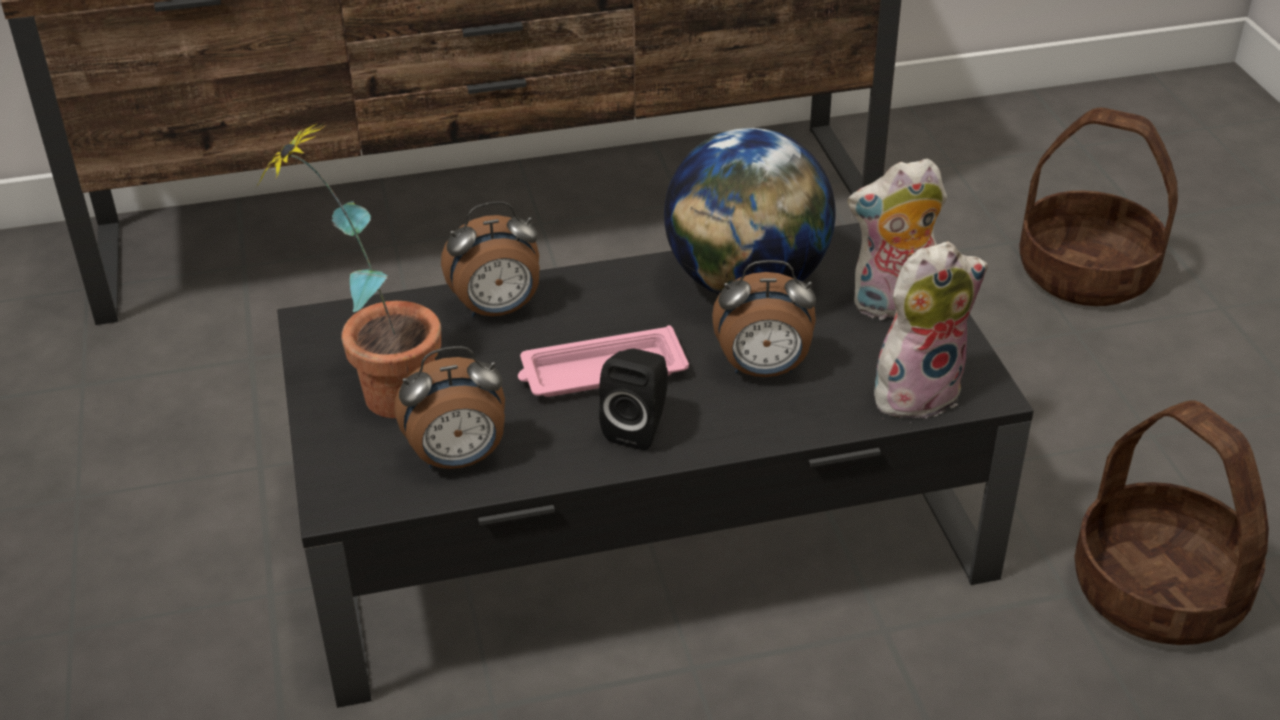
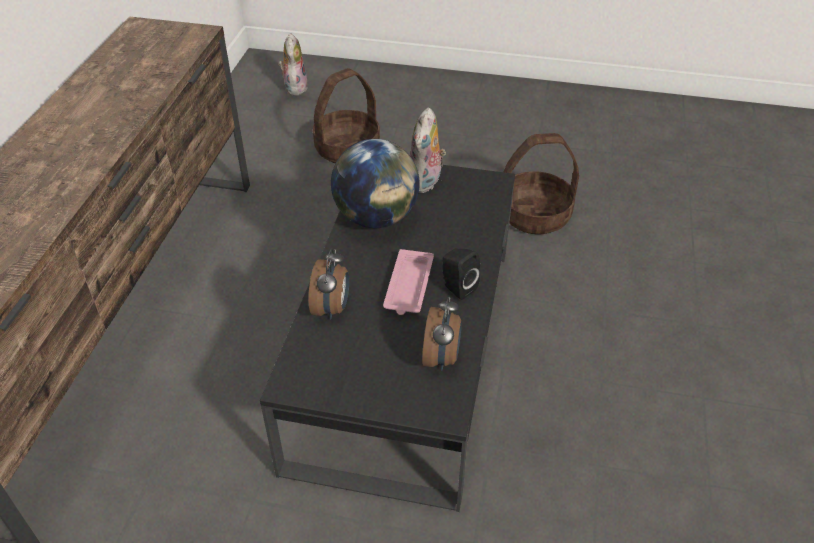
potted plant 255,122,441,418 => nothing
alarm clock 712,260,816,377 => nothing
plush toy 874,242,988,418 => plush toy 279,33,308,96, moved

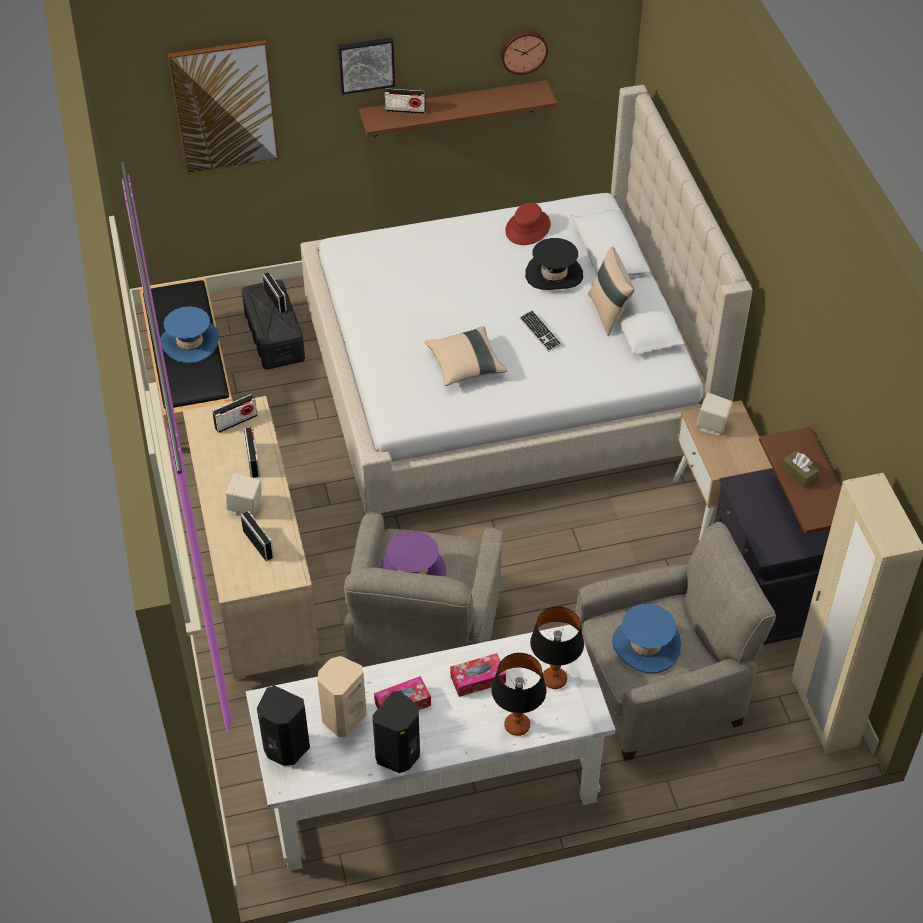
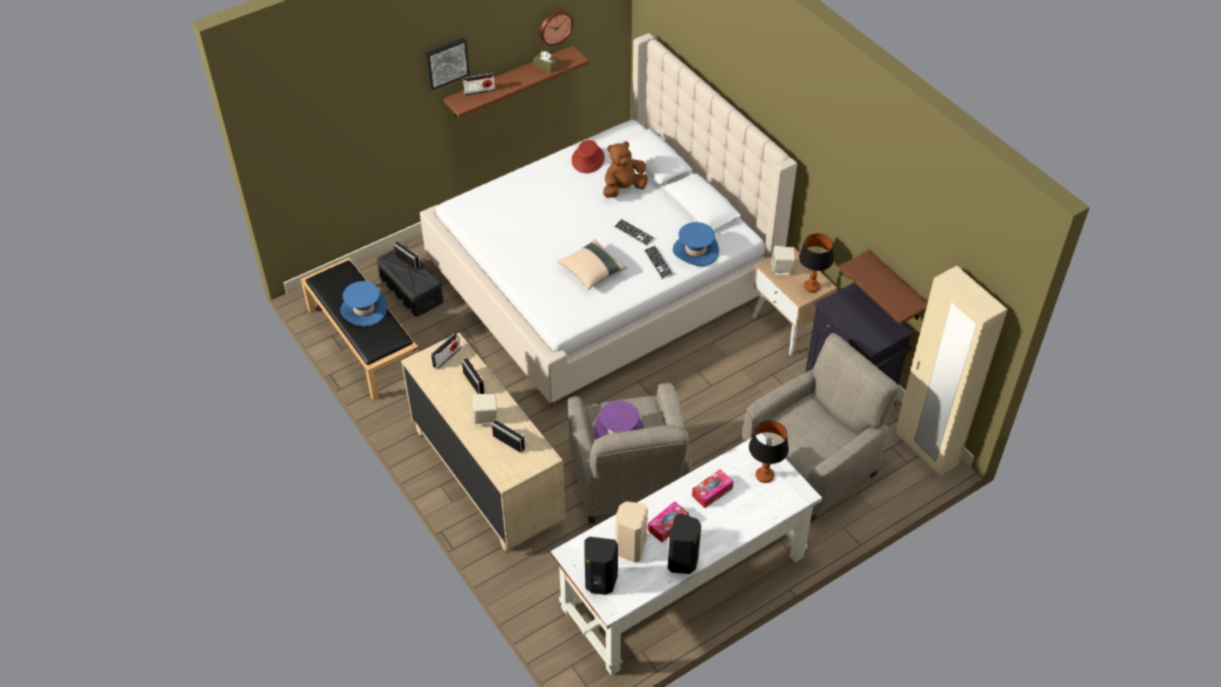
picture 168,40,279,174 => nothing
table lamp 491,653,546,736 => table lamp 799,234,834,293, moved
hat (black) 525,238,583,290 => plush toy (brown) 603,141,648,198
pillow (beige) 588,247,635,336 => nothing
hat (blue) 612,604,681,674 => hat (blue) 673,222,719,266, moved
tissue box (brown) 781,451,819,488 => tissue box (brown) 534,51,558,73, moved
nothing => keyboard 644,245,673,279

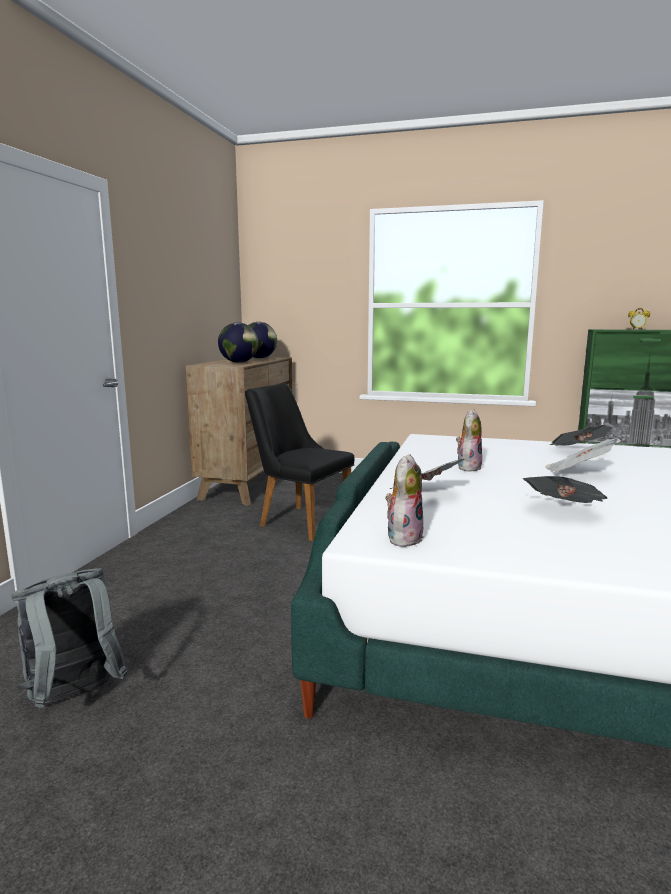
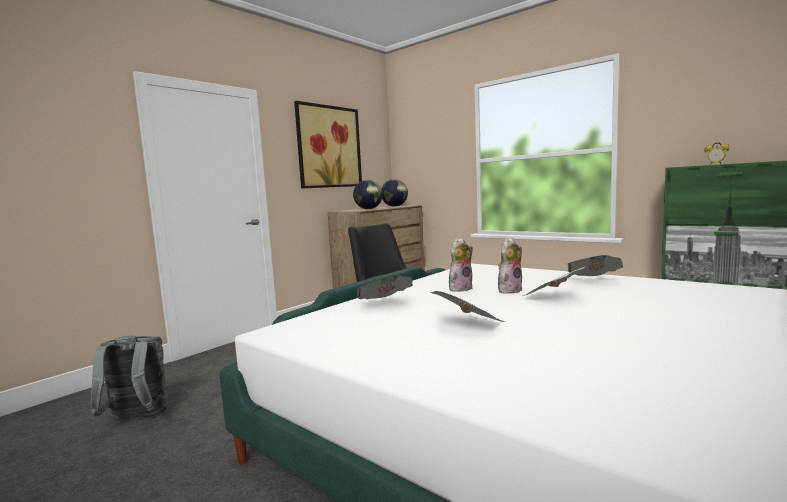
plush toy 385,454,424,547 => plush toy 498,238,522,294, moved
nothing => picture 294,101,362,188

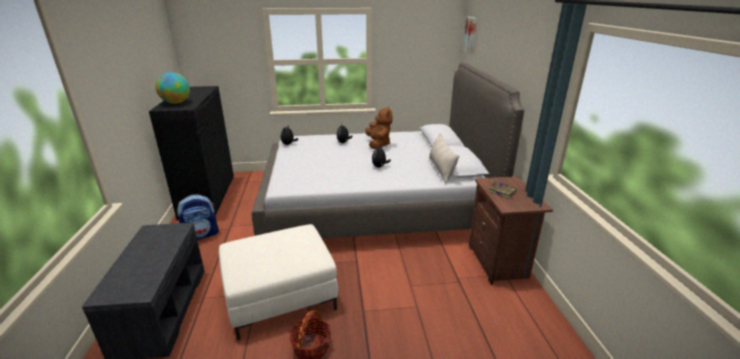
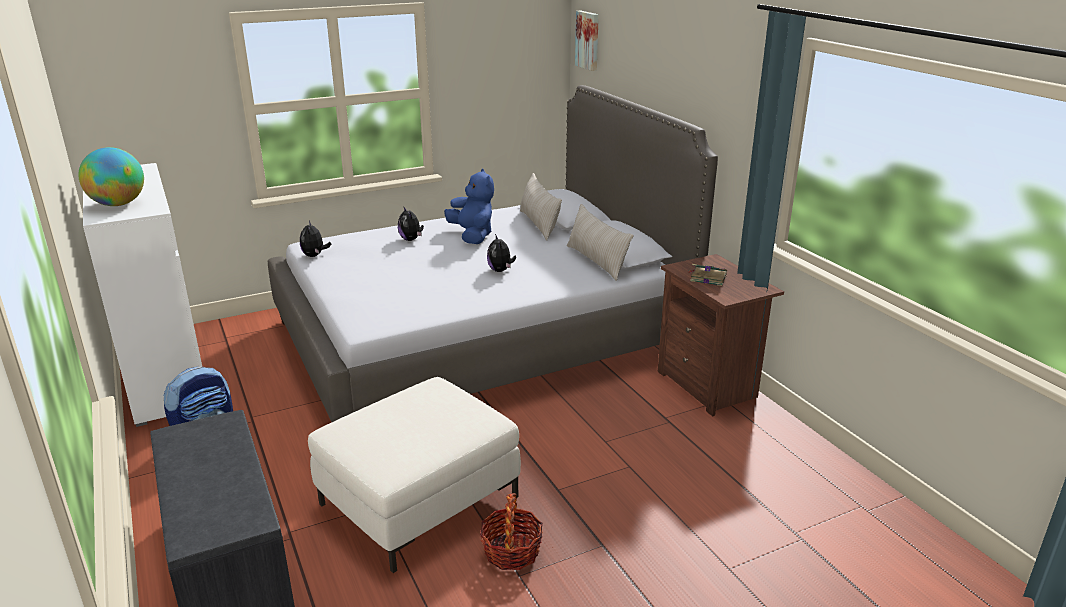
dresser (black) 149,86,234,220 => dresser (white) 83,163,202,427
plush toy (brown) 365,106,392,149 => plush toy (blue) 444,169,494,244
nothing => pillow (beige) 520,173,562,240

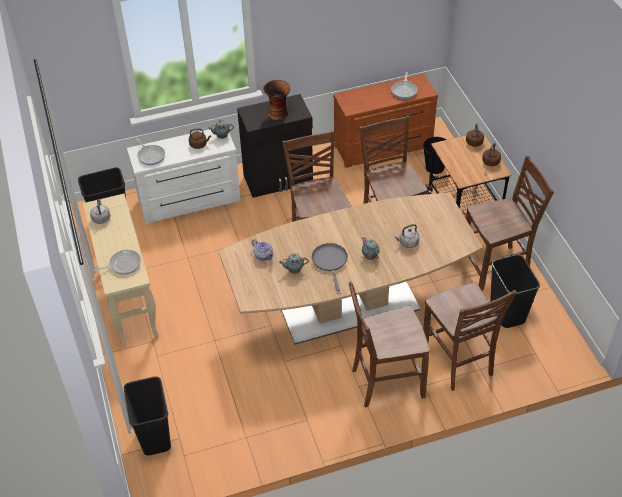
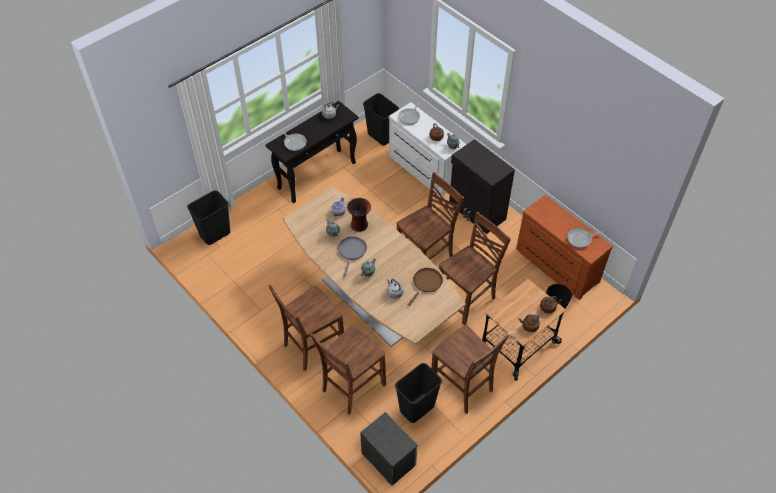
console table (beige) 83,194,159,347 => console table (black) 266,101,359,203
vase 263,80,291,120 => vase 347,198,371,232, moved
frying pan (grey) 312,243,348,291 => frying pan (grey) 338,236,367,277, 45 degrees counterclockwise
chair (brown) 349,282,430,408 => chair (brown) 268,285,344,371, 90 degrees counterclockwise
nothing => nightstand 360,412,418,486
nothing => frying pan (brown) 408,268,443,306

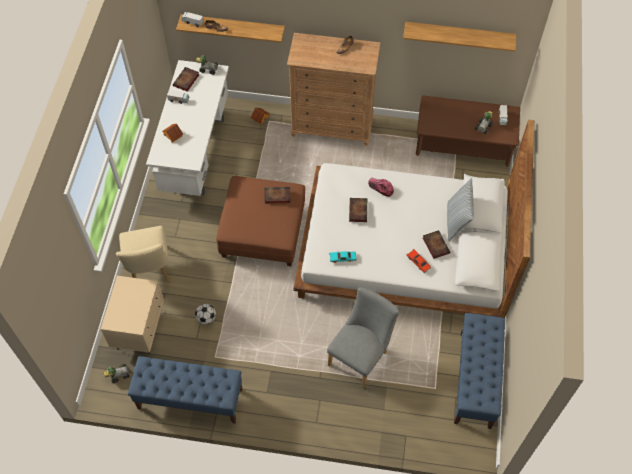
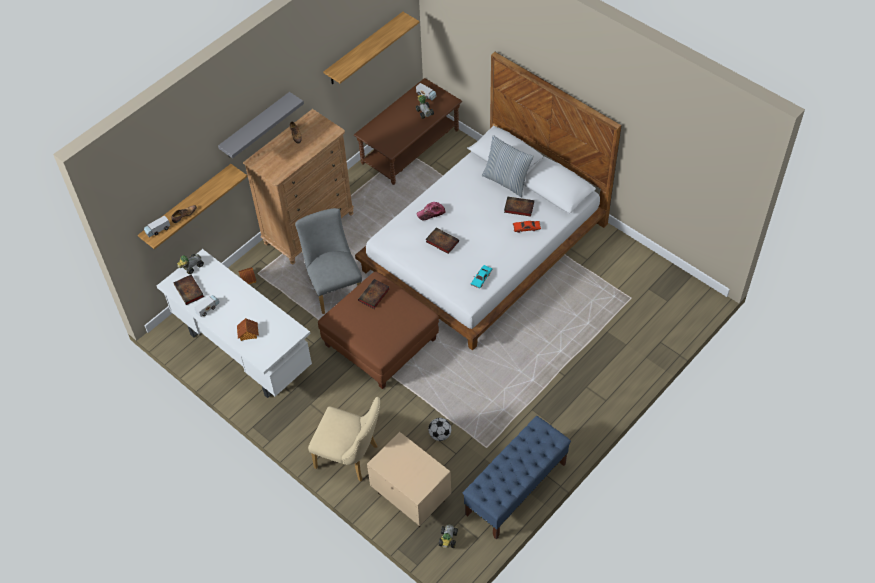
chair (grey) 327,288,399,388 => chair (grey) 295,208,362,314, moved
bench (blue) 454,313,505,429 => nothing
nothing => shelf (grey) 218,92,304,158

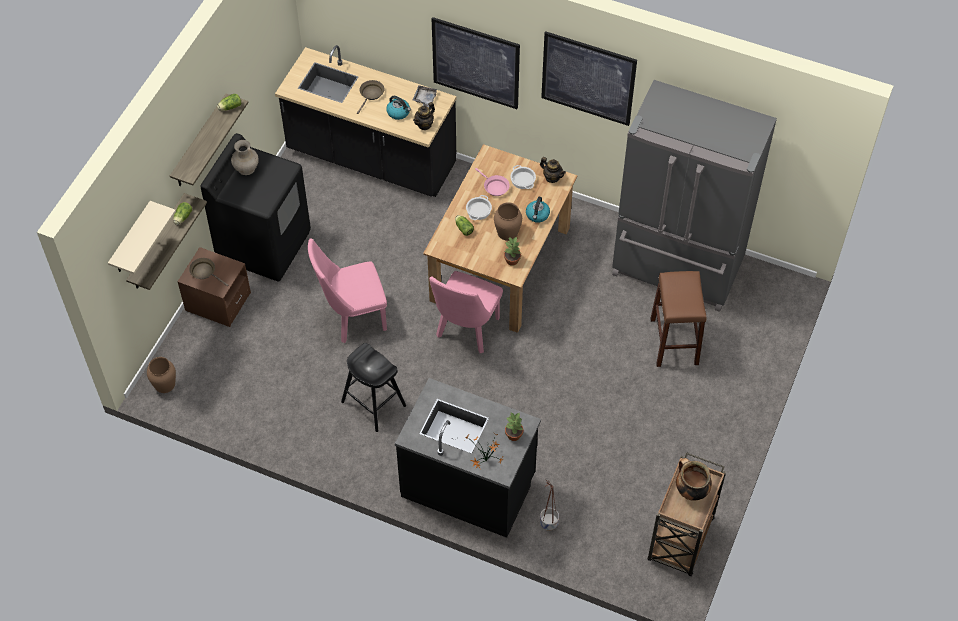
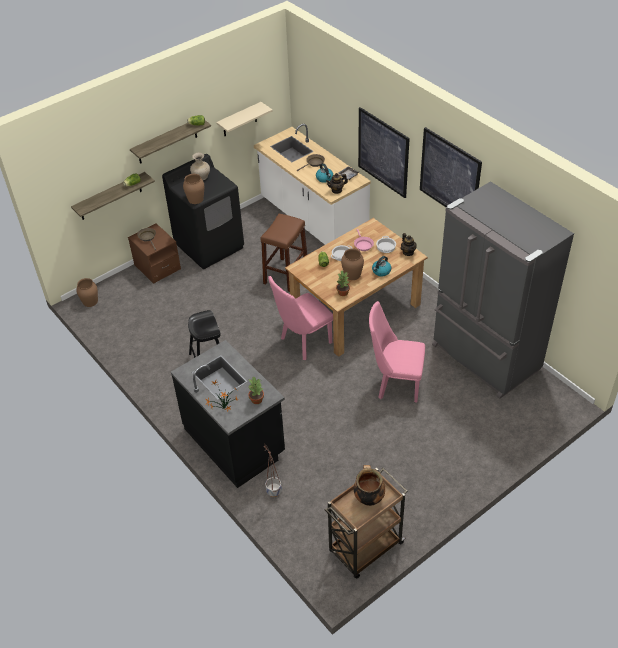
shelf (beige) 108,201,176,274 => shelf (beige) 216,102,273,136, moved
counter (black) 275,45,456,197 => counter (white) 254,124,371,245
chair (pink) 308,238,387,343 => chair (pink) 369,301,425,402, moved
stool (brown) 650,271,707,367 => stool (brown) 261,214,307,292, moved
nothing => vase (brown) 183,174,204,204

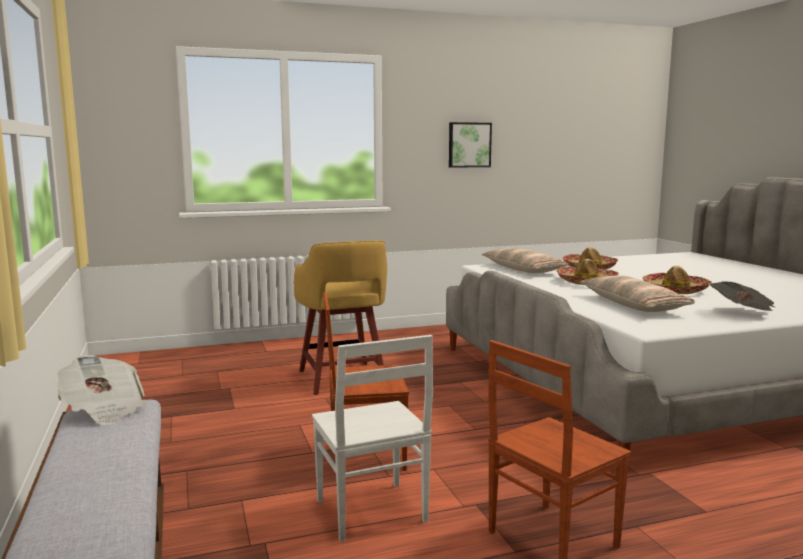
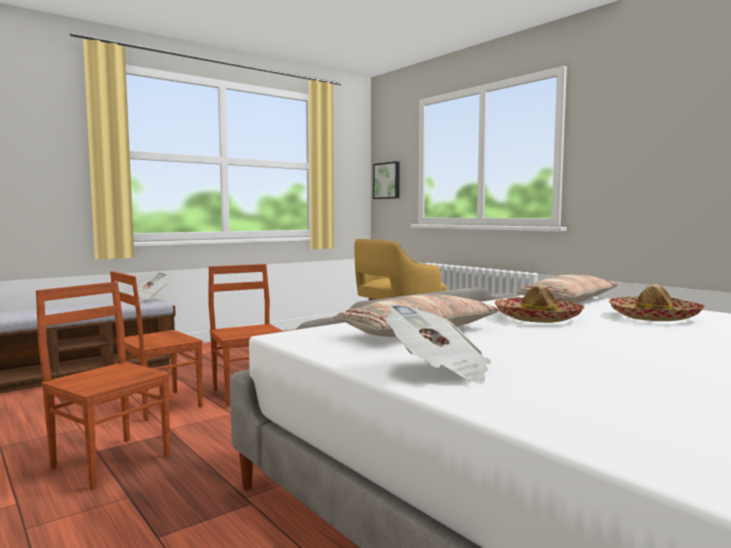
chair (white) 312,335,433,542 => chair (brown) 110,271,203,421
picture 449,122,492,168 => picture 373,161,400,199, moved
hat 642,266,712,294 => nothing

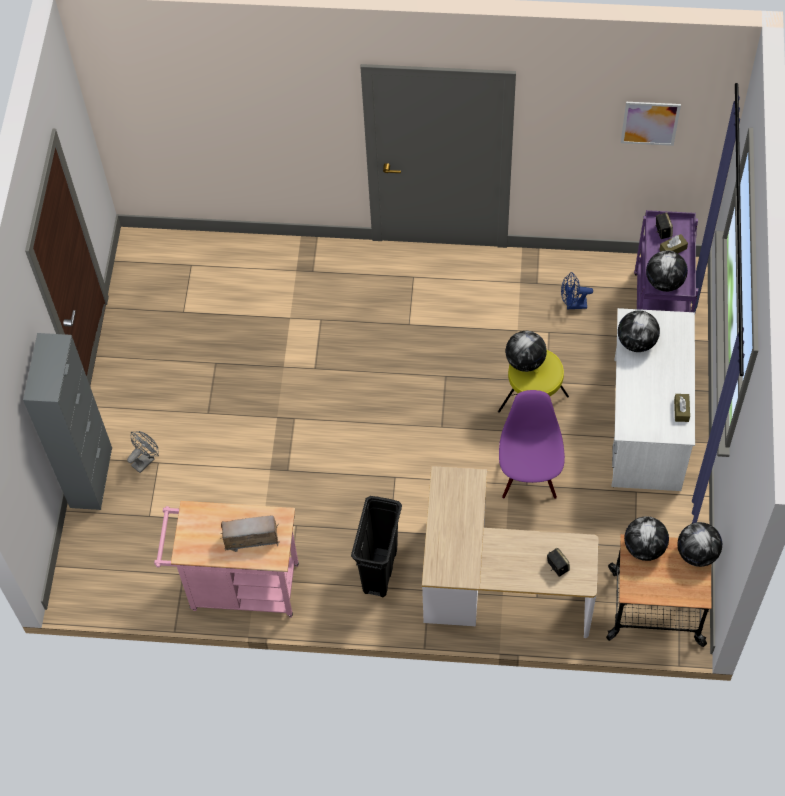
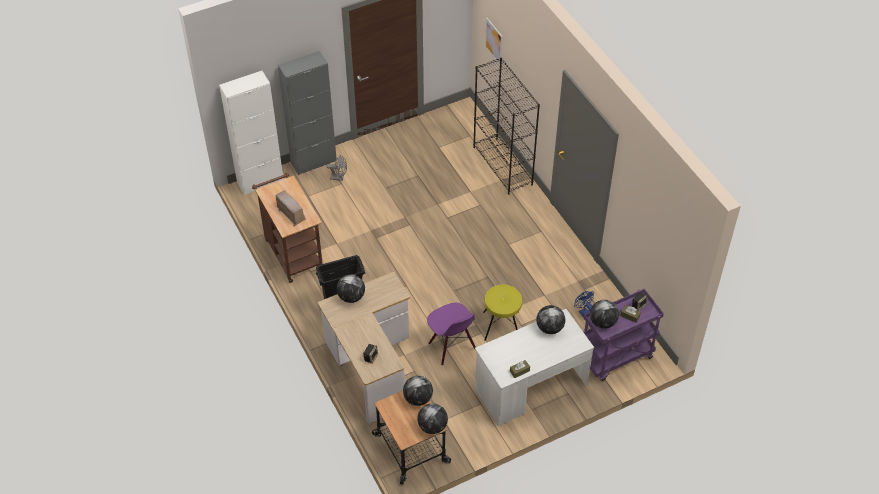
cart (pink) 154,501,299,617 => cart (brown) 252,173,323,283
chair (purple) 499,390,565,499 => chair (purple) 427,303,476,366, 90 degrees clockwise
globe 505,331,547,372 => globe 337,274,365,303, moved
picture 621,102,681,146 => picture 485,18,503,65, moved
nothing => cabinet (white) 219,71,283,195
nothing => bookcase (black) 473,57,540,195

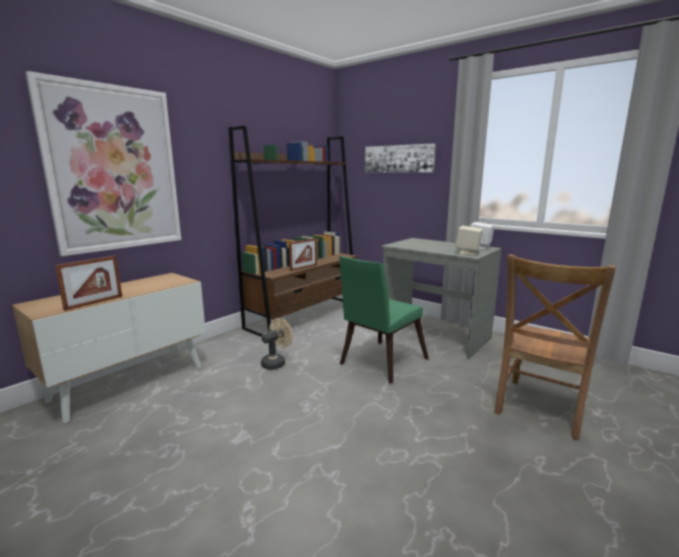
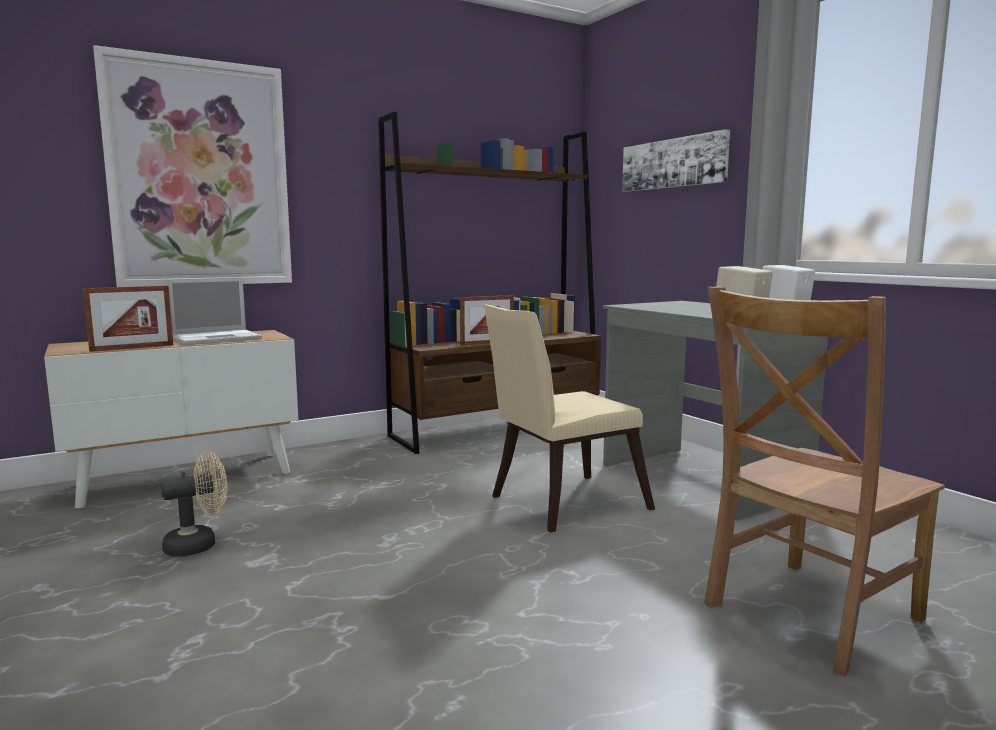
fan (beige) 261,318,293,370 => fan (beige) 161,452,227,557, moved
chair (green) 339,256,429,383 => chair (beige) 484,304,655,533
nothing => laptop 167,277,262,345

